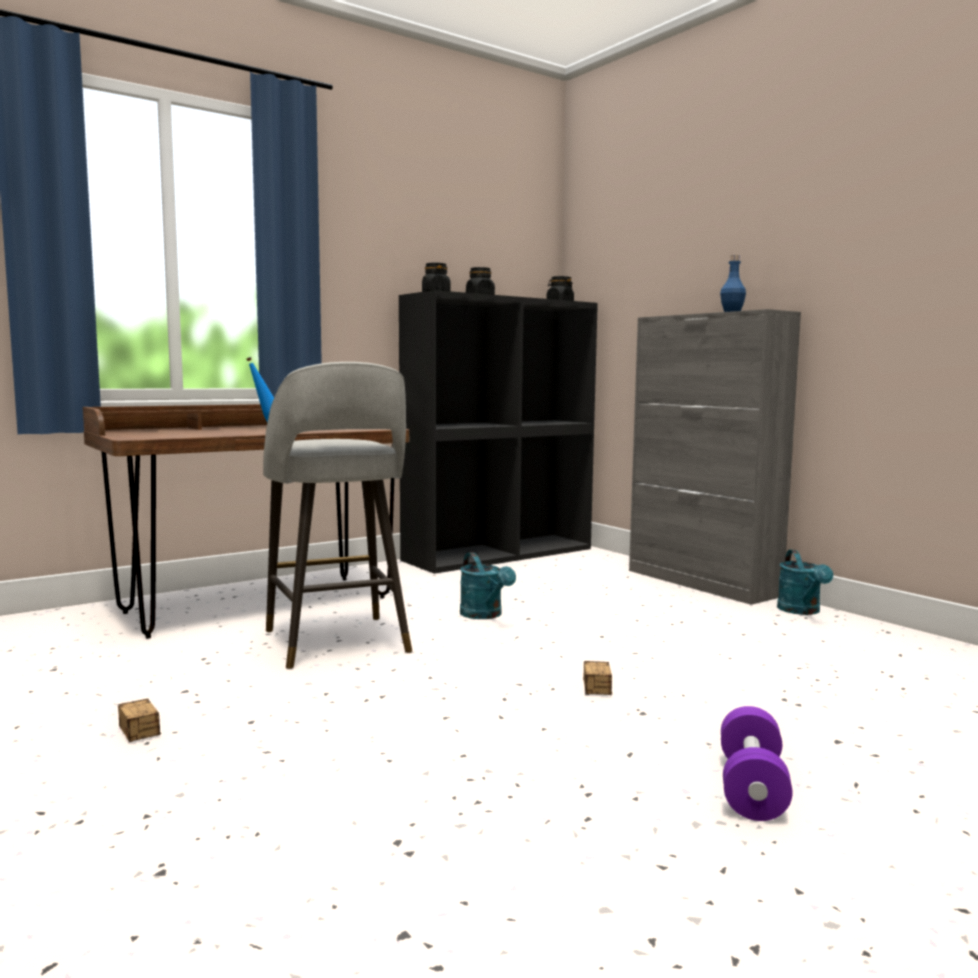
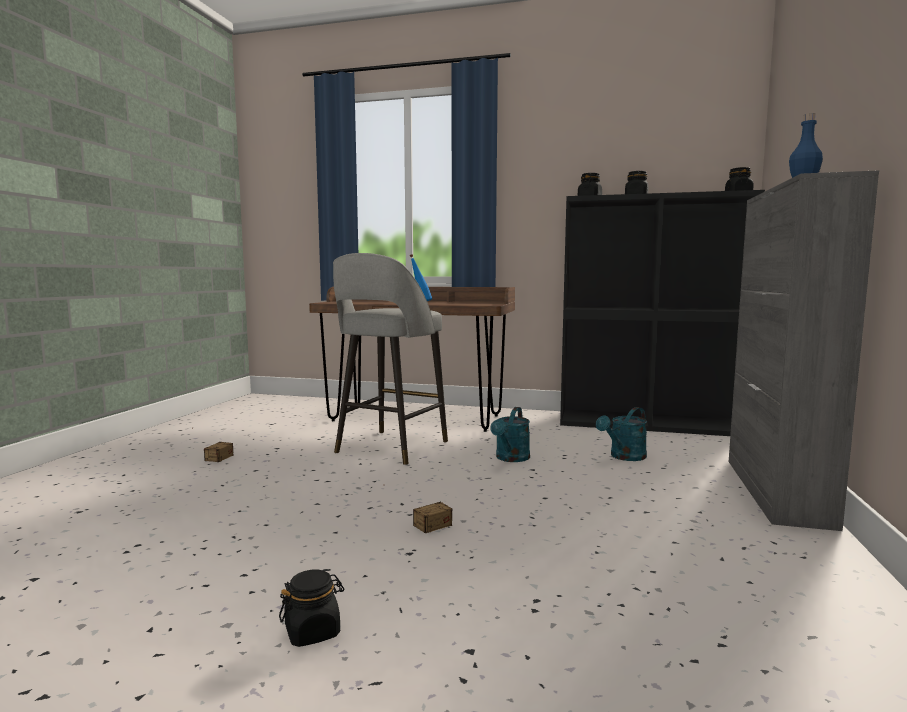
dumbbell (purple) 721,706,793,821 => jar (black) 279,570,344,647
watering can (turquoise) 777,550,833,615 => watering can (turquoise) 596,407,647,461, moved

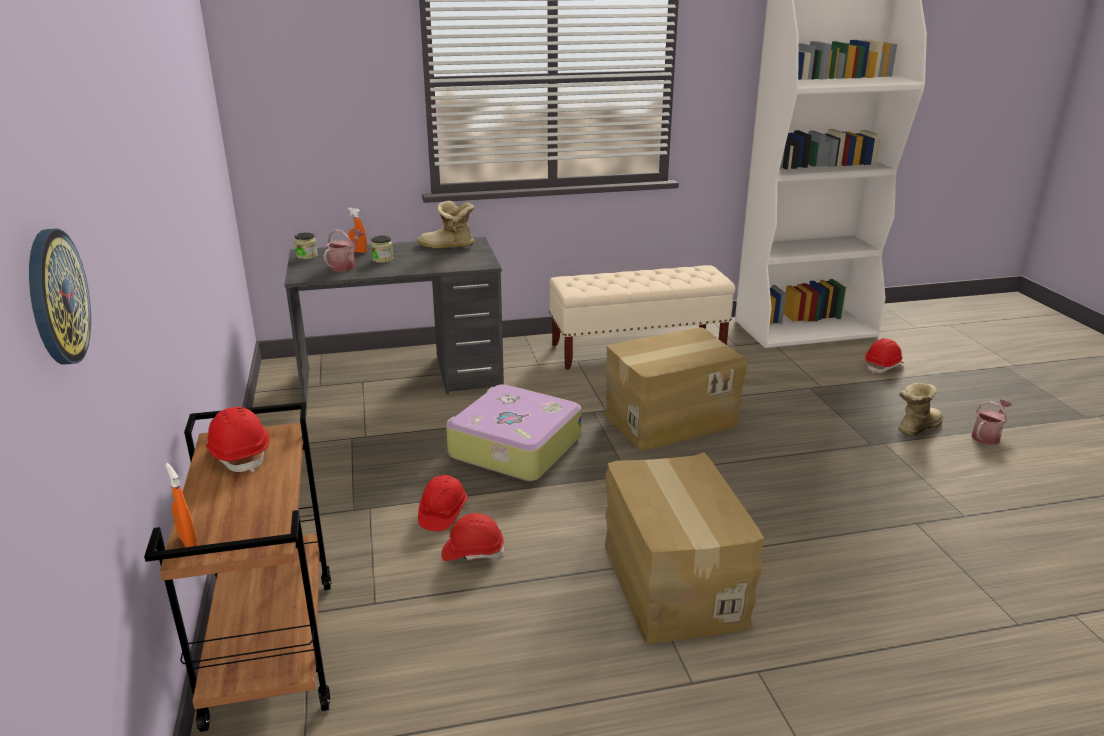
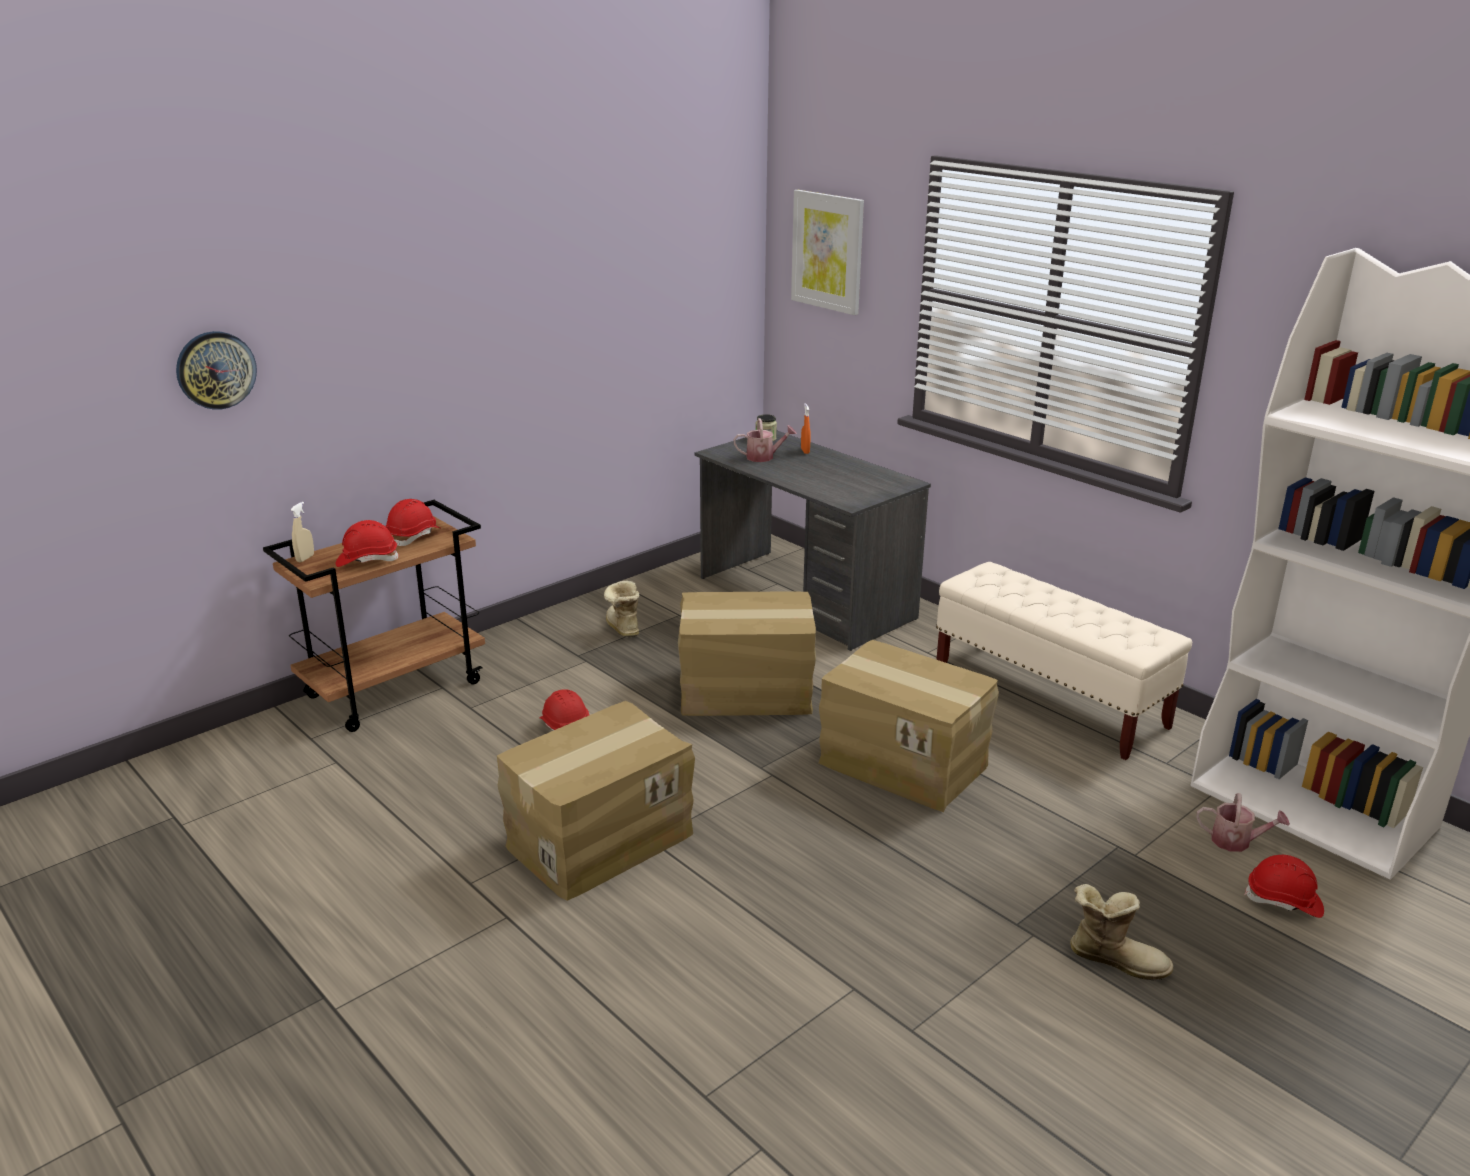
spray bottle (orange) 165,463,197,547 => spray bottle (beige) 291,502,314,562
jar 371,236,393,263 => nothing
boot 417,200,475,249 => boot 604,581,639,637, moved
hard hat (red) 418,475,467,531 => hard hat (red) 336,520,400,567, moved
suitcase 446,384,582,481 => cardboard box 678,591,816,716
watering can 971,399,1012,445 => watering can 1196,793,1290,852, moved
nothing => picture 791,190,864,315

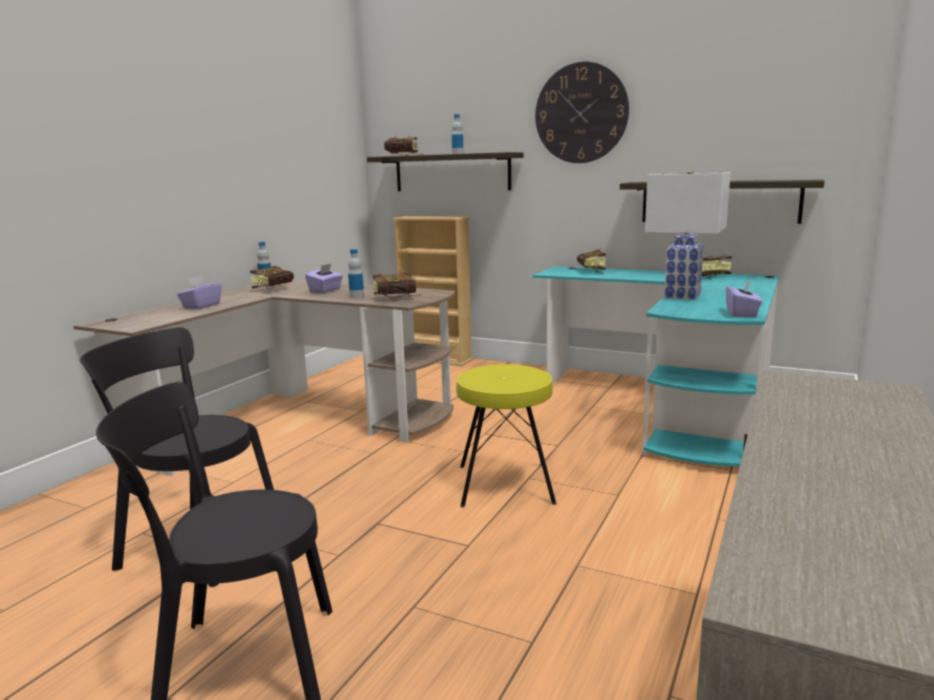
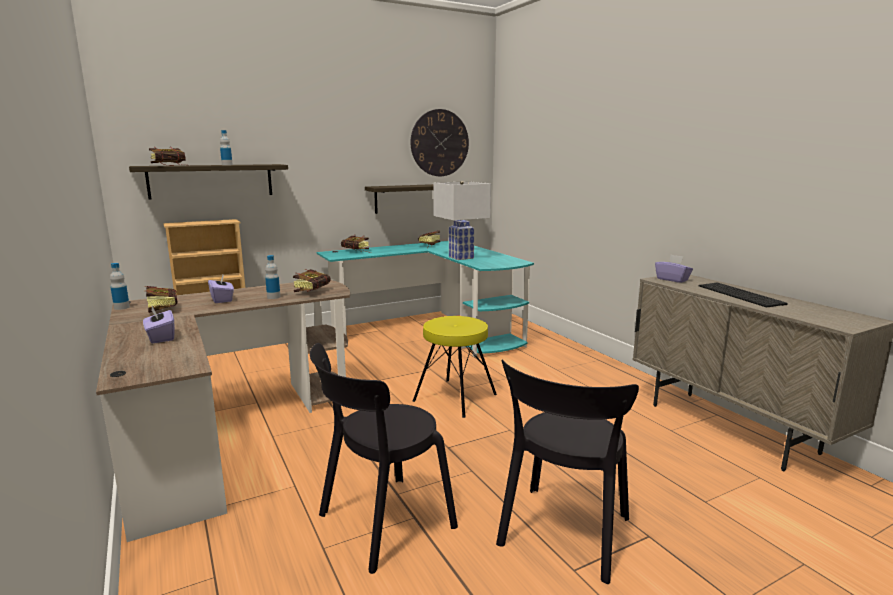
wall clock 535,62,629,163 => wall clock 410,109,469,176, moved
tissue box (purple) 726,279,762,318 => tissue box (purple) 655,255,693,283, moved
nothing => keyboard 699,282,788,307

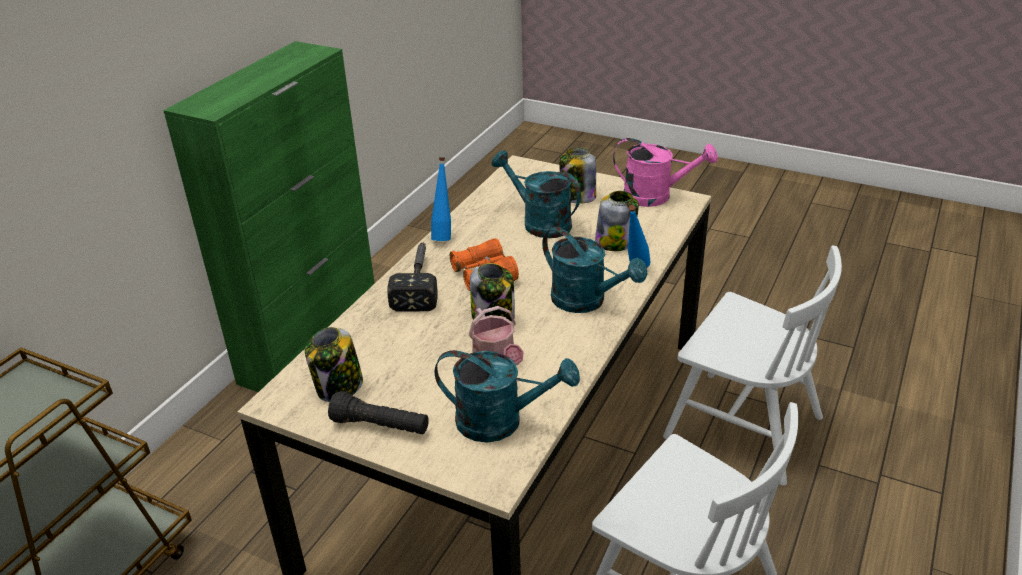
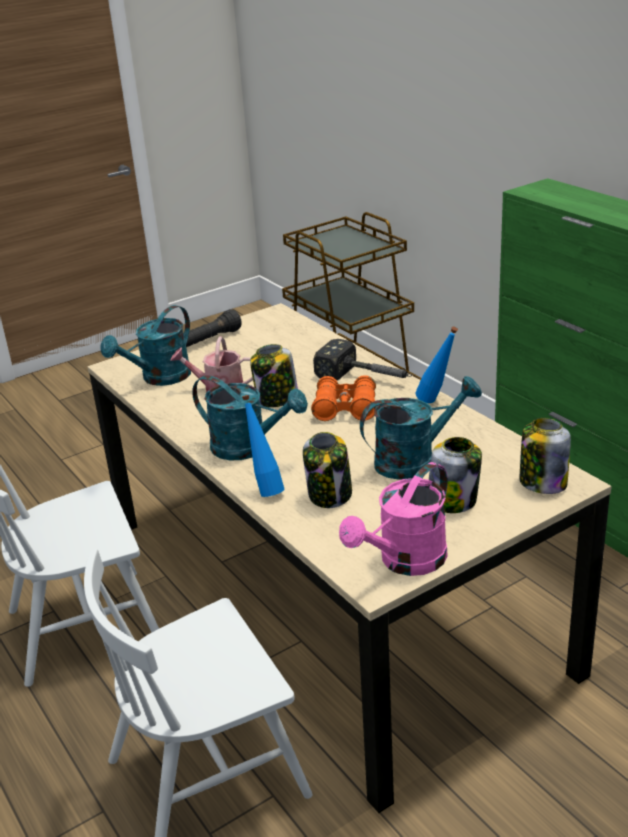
jar 305,327,363,402 => jar 519,418,571,494, moved
watering can (turquoise) 542,227,647,313 => watering can (turquoise) 192,375,308,460, 135 degrees counterclockwise

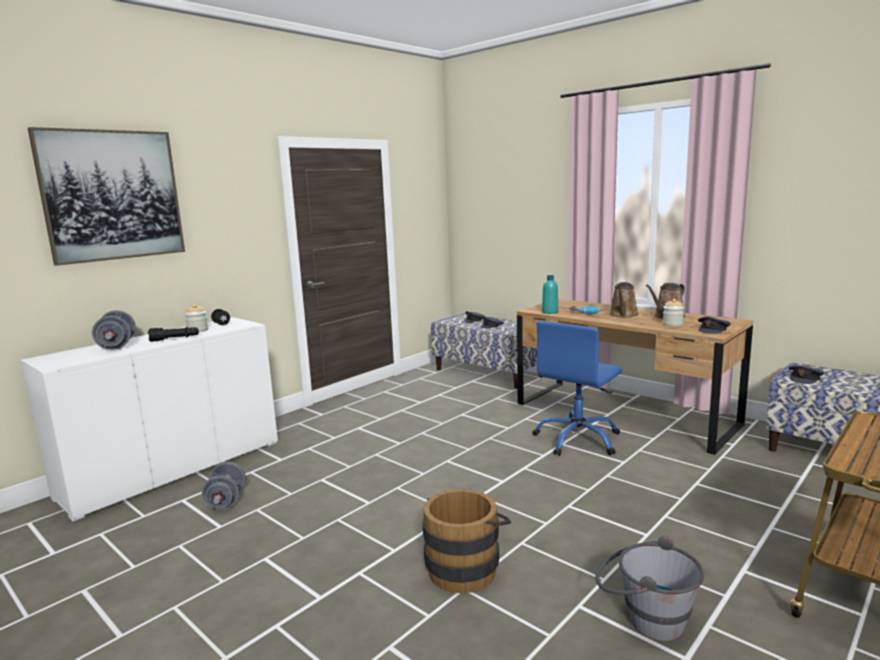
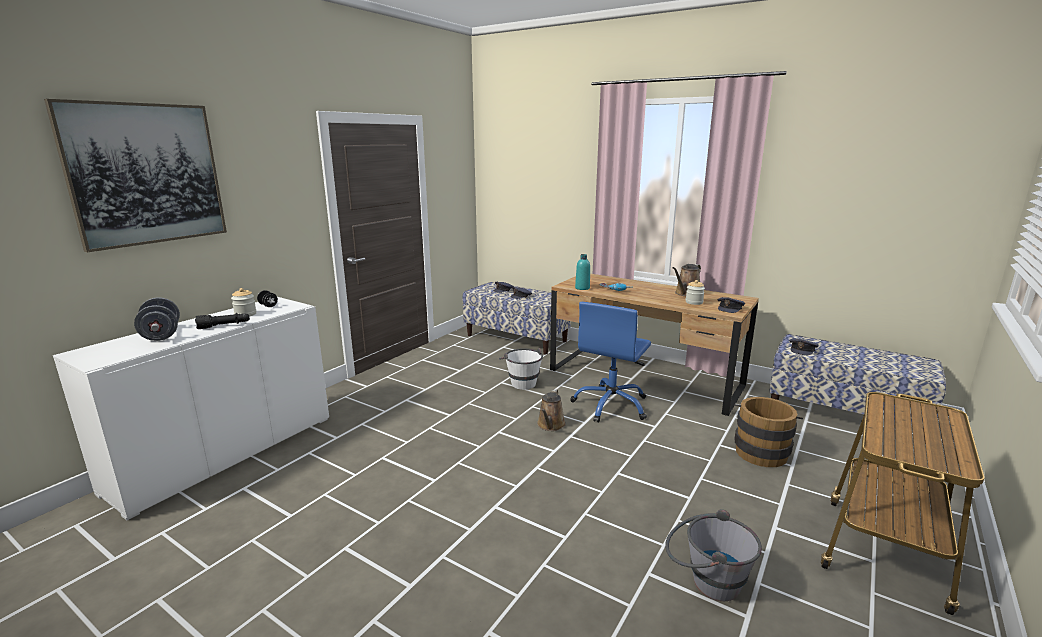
dumbbell (grey) 202,462,246,510 => nothing
bucket (brown) 422,489,511,593 => bucket (brown) 734,397,803,467, moved
watering can (brown) 609,282,639,318 => watering can (brown) 537,389,566,431, moved
nothing => bucket (white) 499,348,543,390

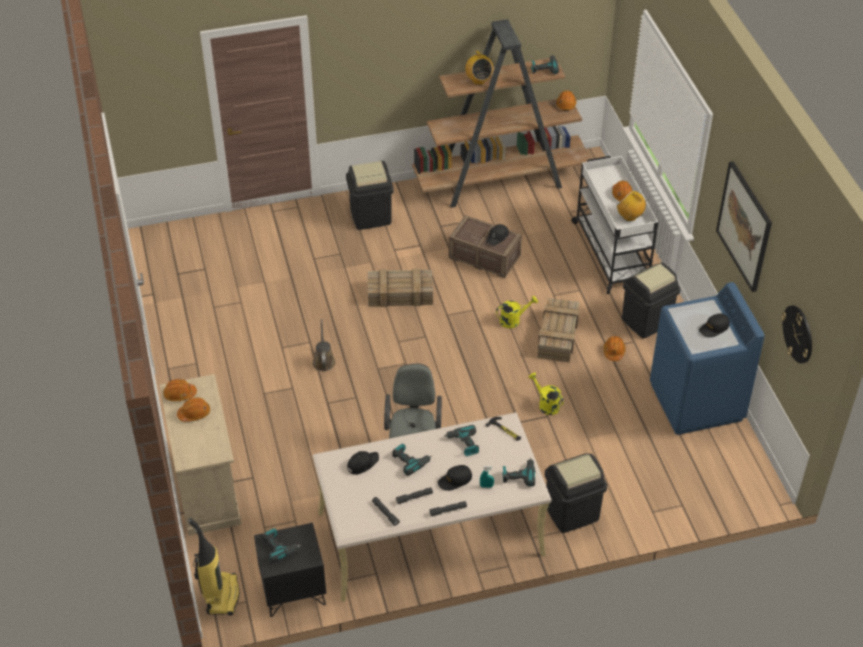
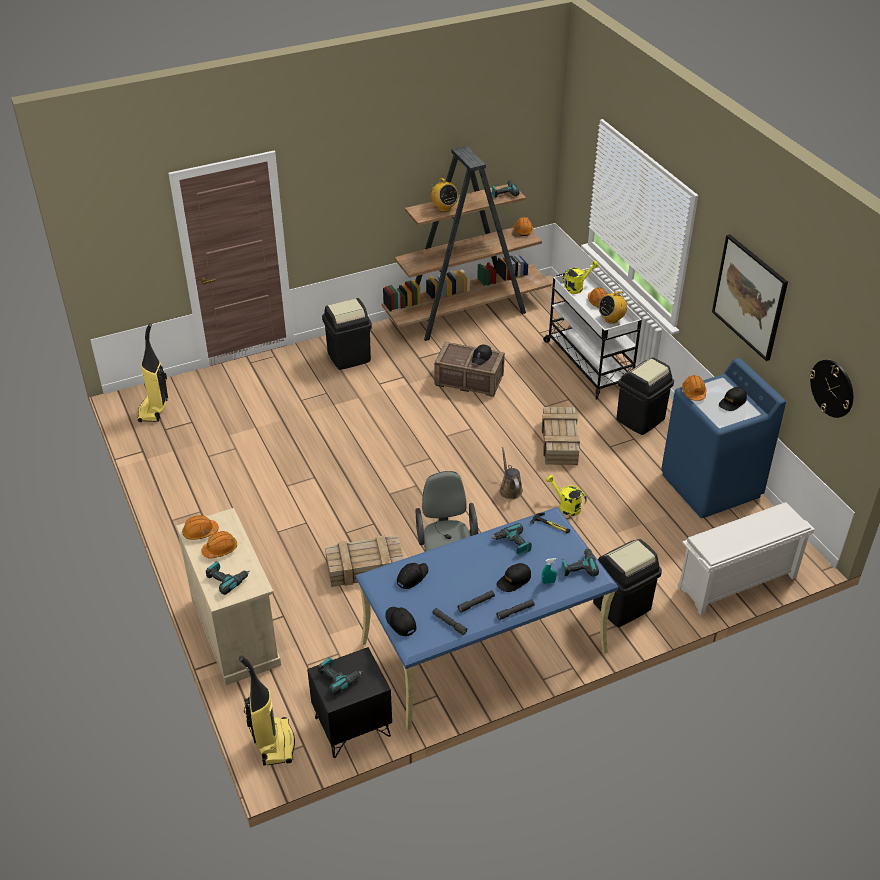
watering can (brown) 313,319,336,371 => watering can (brown) 500,447,523,499, moved
desk (beige) 313,412,552,602 => desk (blue) 356,507,618,731
crate 368,268,433,307 => crate 325,535,404,587, moved
power drill 392,443,432,476 => power drill 206,562,249,595, moved
watering can (yellow) 496,296,538,328 => watering can (yellow) 562,261,599,294, moved
hard hat (orange) 604,336,626,361 => hard hat (orange) 682,375,707,401, moved
radio 617,191,650,221 => radio 598,291,627,324, 60 degrees counterclockwise
nothing => vacuum cleaner 137,323,168,422
nothing => cap (black) 385,607,416,636
nothing => shoe rack (white) 678,502,815,616

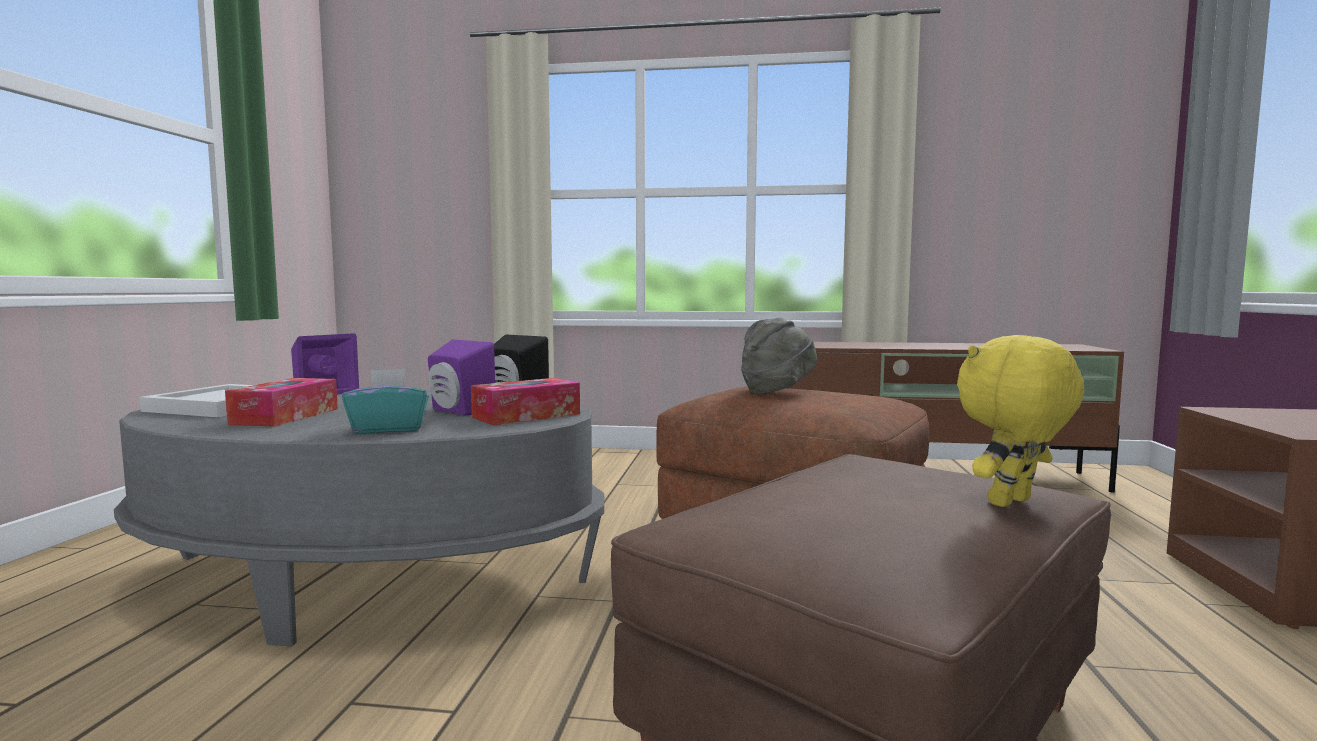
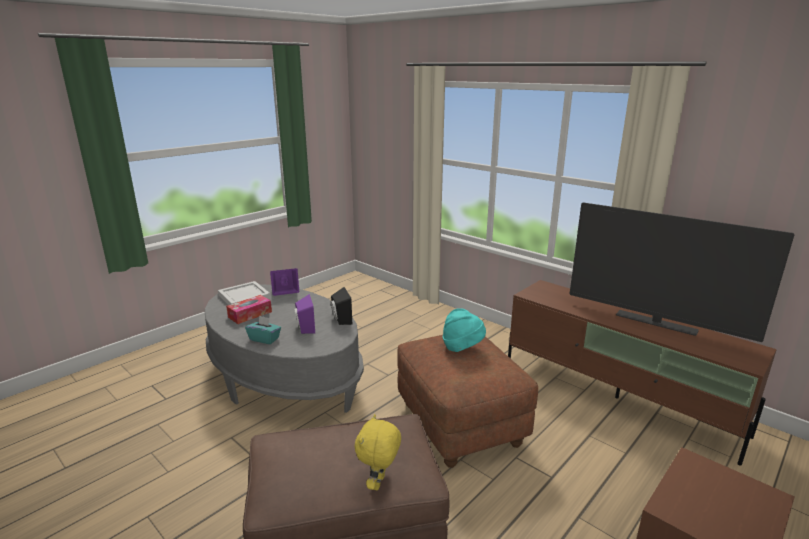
tissue box 471,378,580,425 => nothing
hat (grey) 741,318,817,394 => hat (turquoise) 443,308,486,352
plush toy (yellow) 957,335,1085,507 => plush toy (yellow) 355,414,401,490, 75 degrees counterclockwise
nothing => television 570,202,795,342

